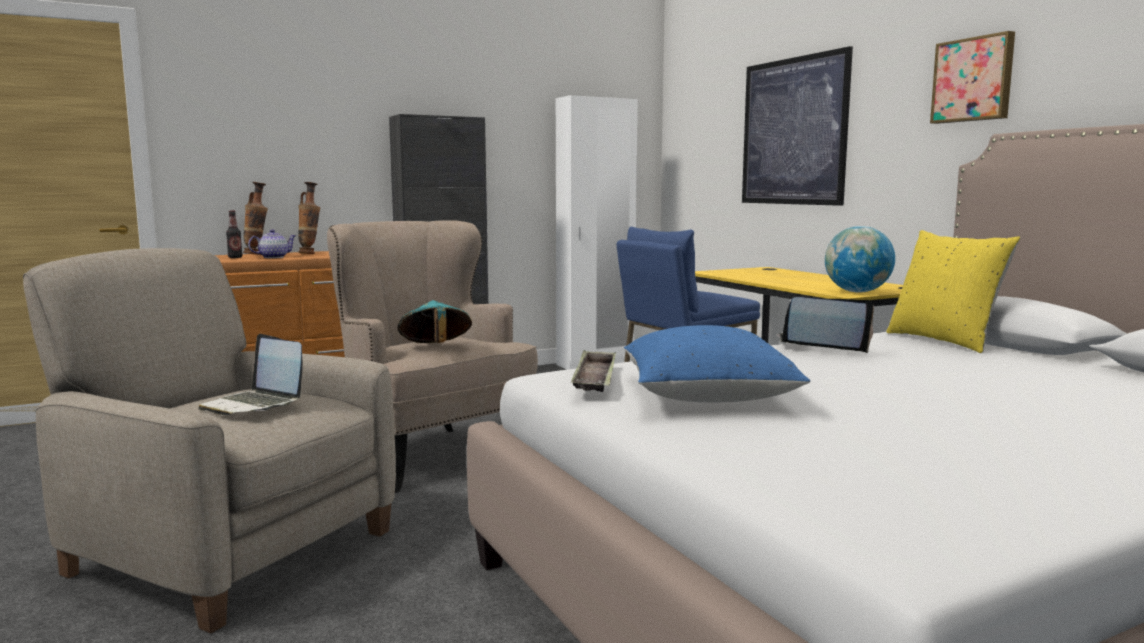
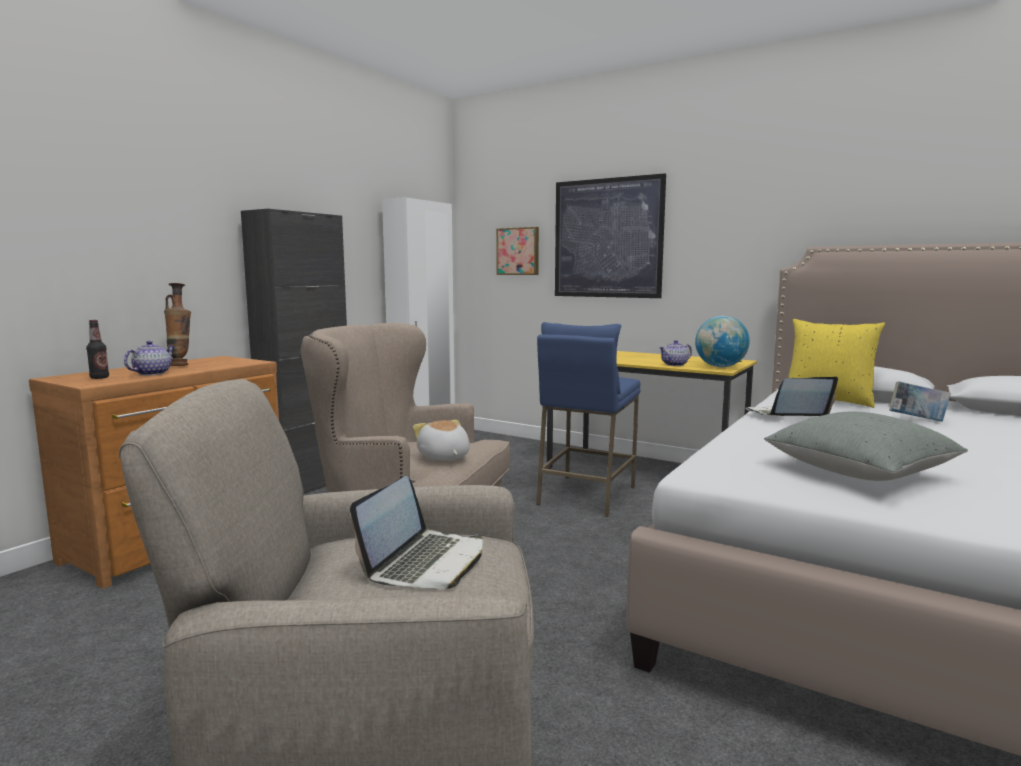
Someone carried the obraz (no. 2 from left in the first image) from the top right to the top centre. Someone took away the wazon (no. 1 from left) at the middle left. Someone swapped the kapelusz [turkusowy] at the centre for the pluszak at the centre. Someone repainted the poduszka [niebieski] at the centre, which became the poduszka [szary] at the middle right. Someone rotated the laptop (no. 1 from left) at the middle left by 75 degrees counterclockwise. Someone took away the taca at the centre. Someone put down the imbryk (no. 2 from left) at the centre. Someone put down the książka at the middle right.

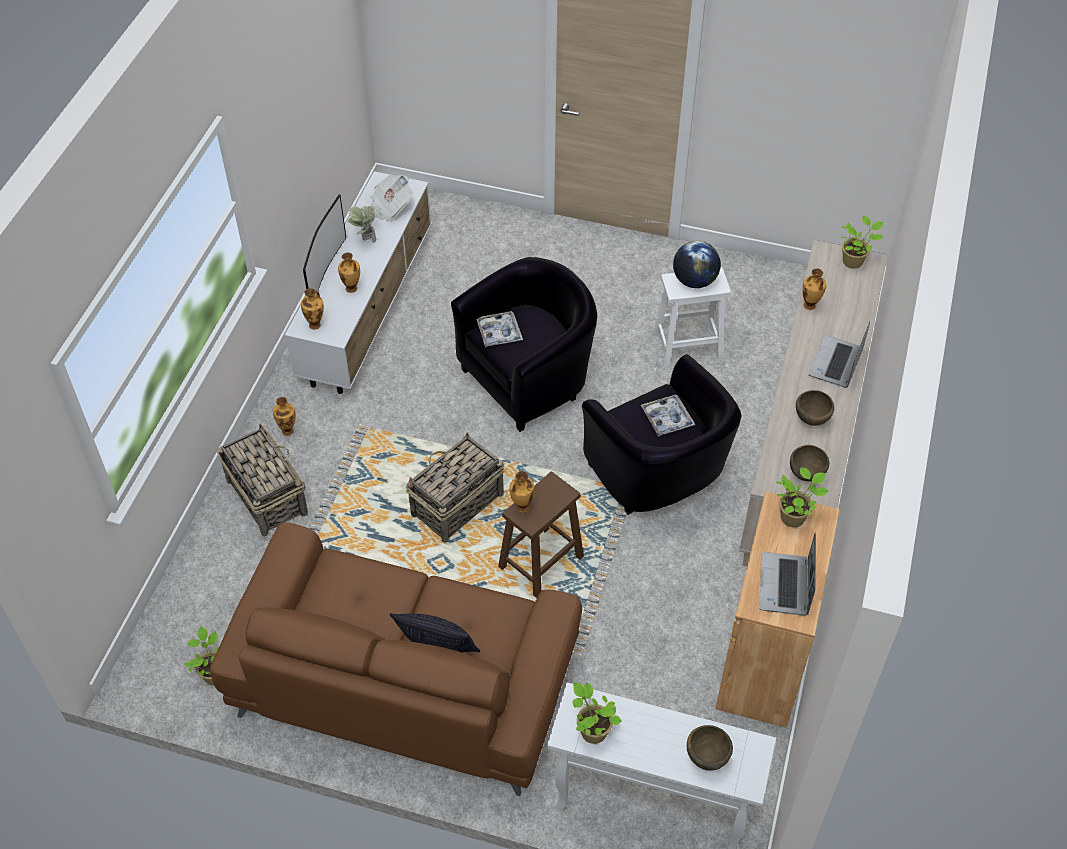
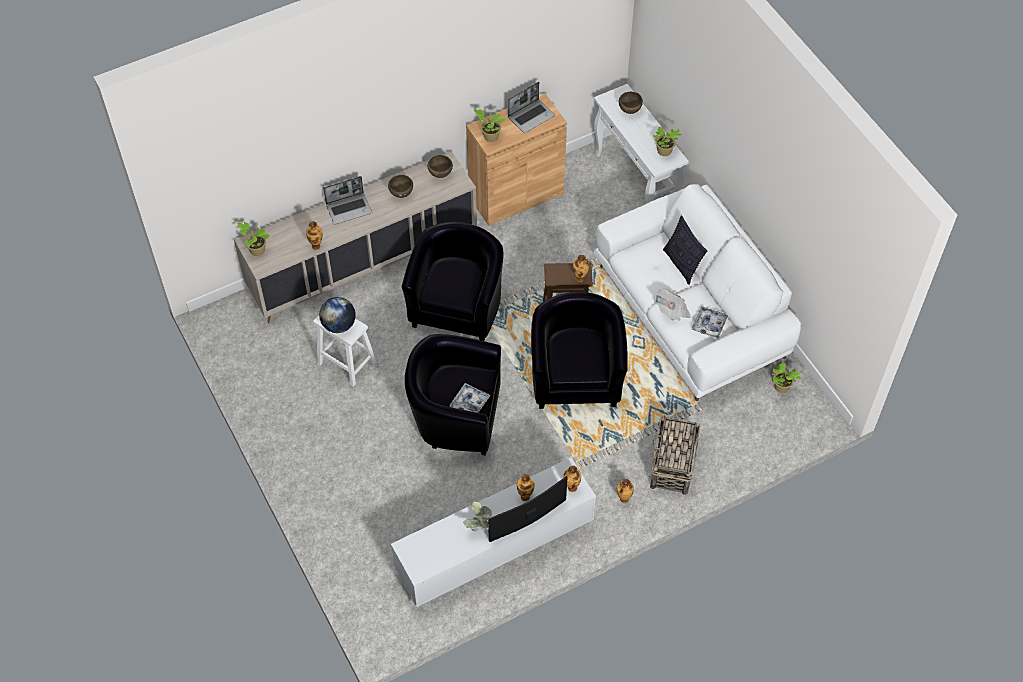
Someone carried the gazeta from the top centre to the centre. Someone carried the taca (no. 2 from left) from the centre to the middle right. Someone swapped the koszyk (no. 2 from left) at the centre for the fotel [czarny] (no. 3 from left) at the centre. Someone repainted the kanapa [brązowy] at the bottom centre, which became the kanapa [biały] at the middle right.

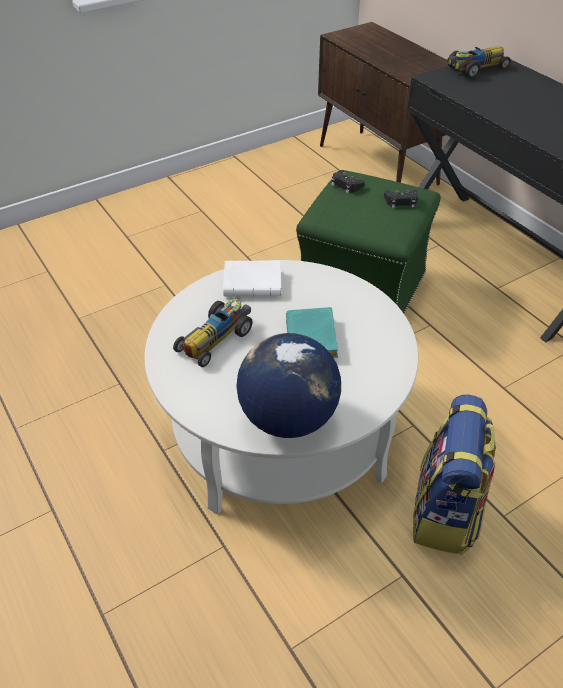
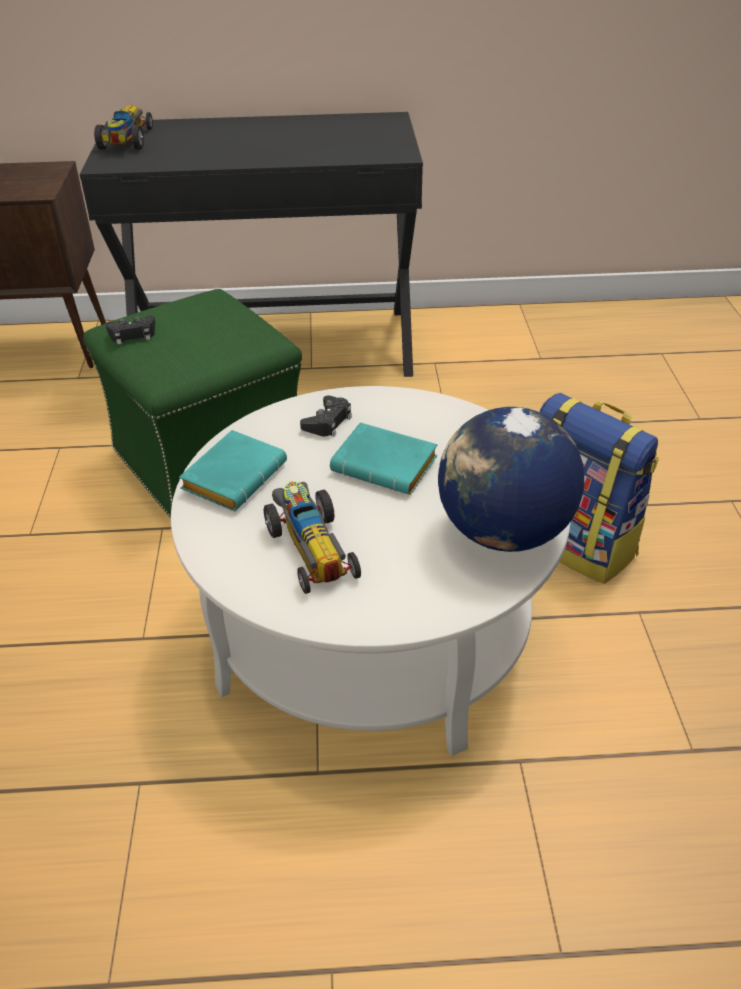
Someone carried the pad do gier [czarny] (no. 2 from left) from the top right to the centre. Someone repainted the książka [biały] at the centre, which became the książka [turkusowy] (no. 1 from left) at the middle left.

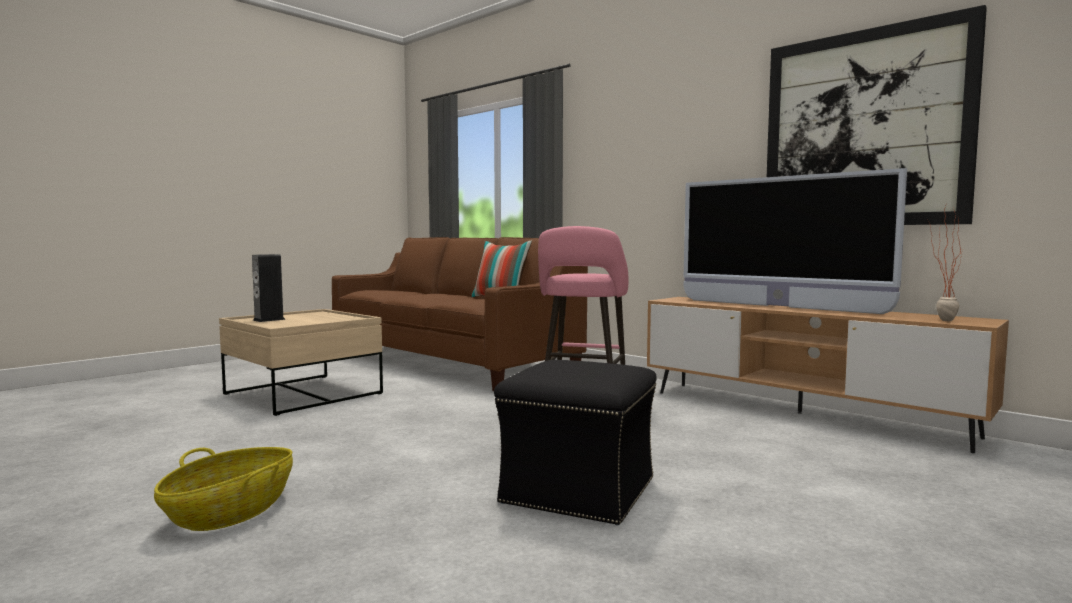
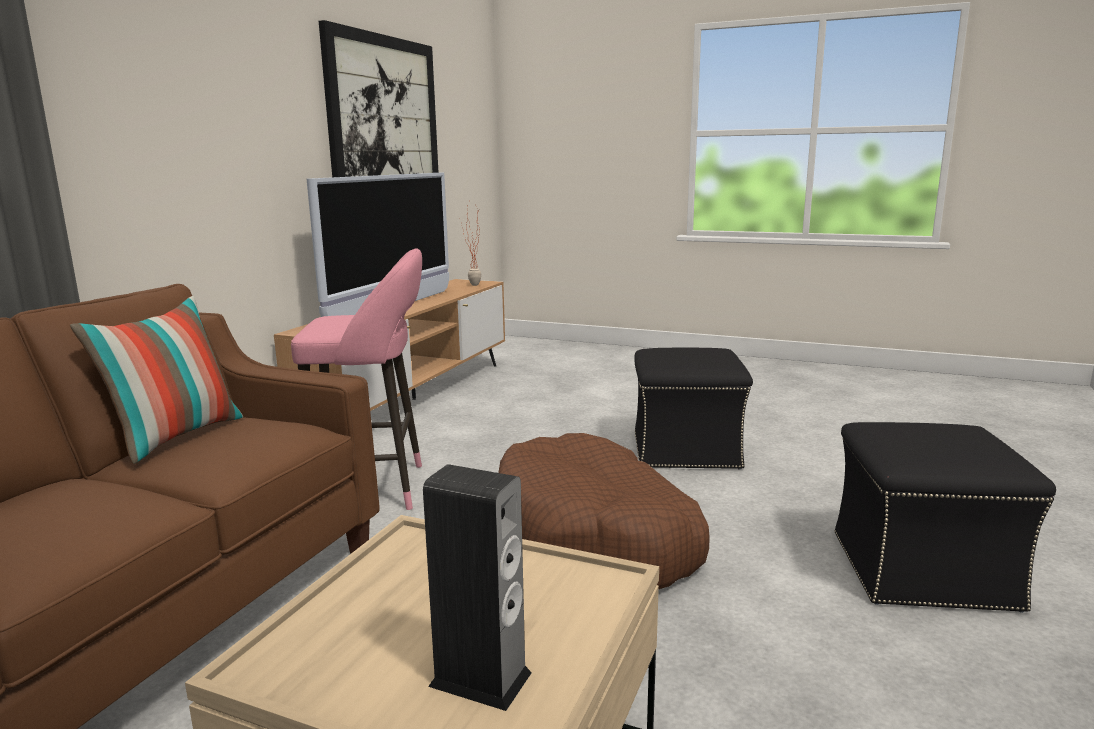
Someone swapped the koszyk at the bottom left for the pufa [czarny] (no. 2 from left) at the bottom right. Someone put down the legowisko [brązowy] at the bottom centre.

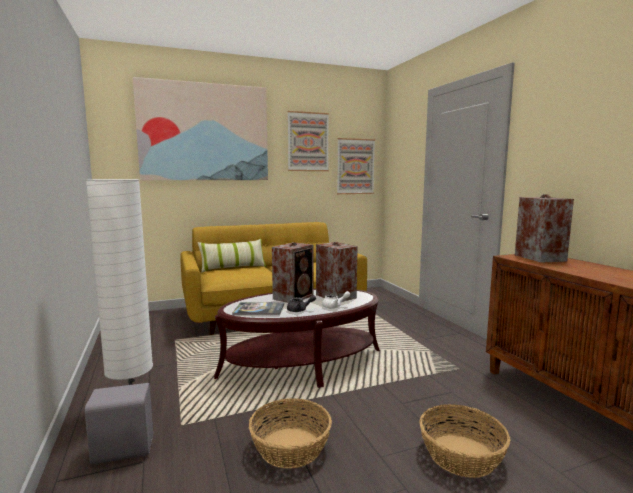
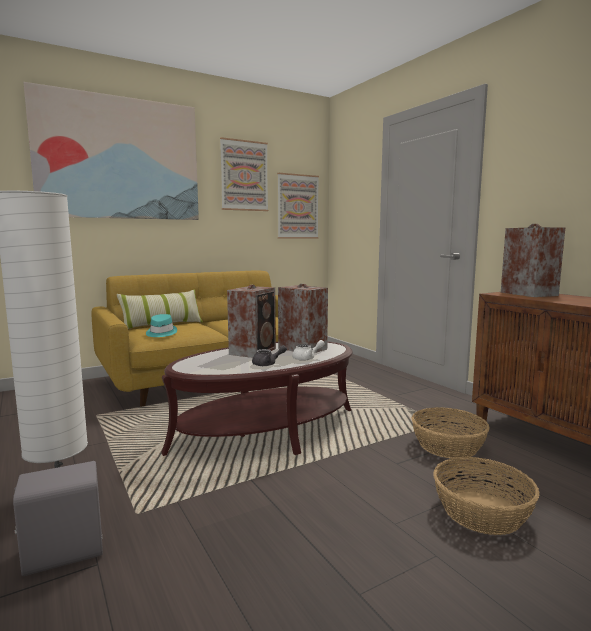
Someone took away the książka at the centre. Someone carried the koszyk (no. 1 from left) from the bottom centre to the bottom right. Someone put down the kapelusz [turkusowy] at the middle left.

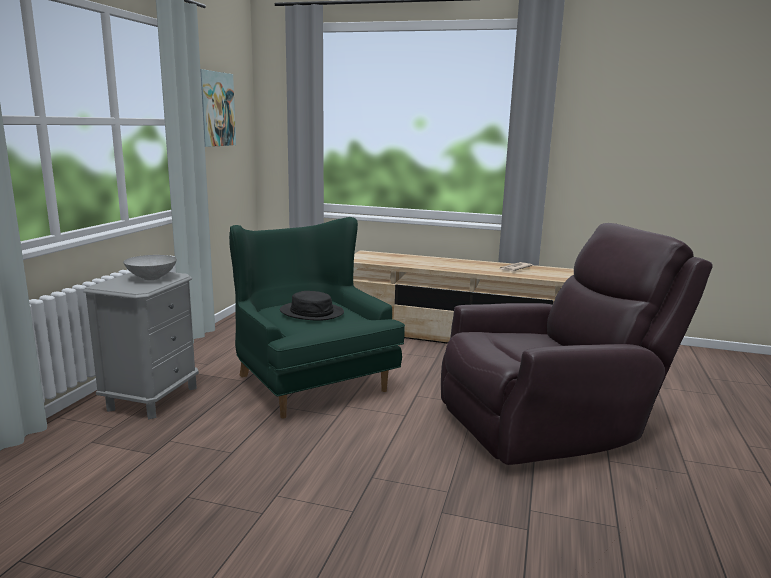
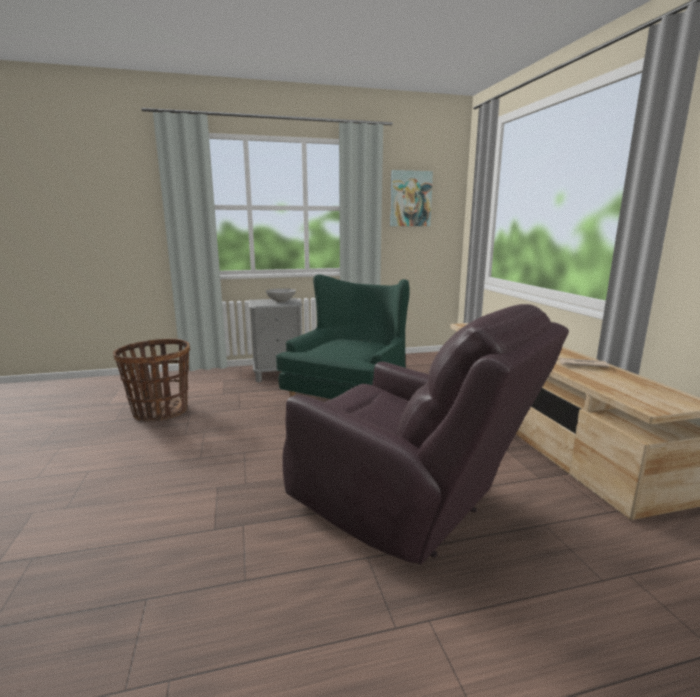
Someone took away the kapelusz [czarny] at the centre. Someone put down the koszyk at the middle left.

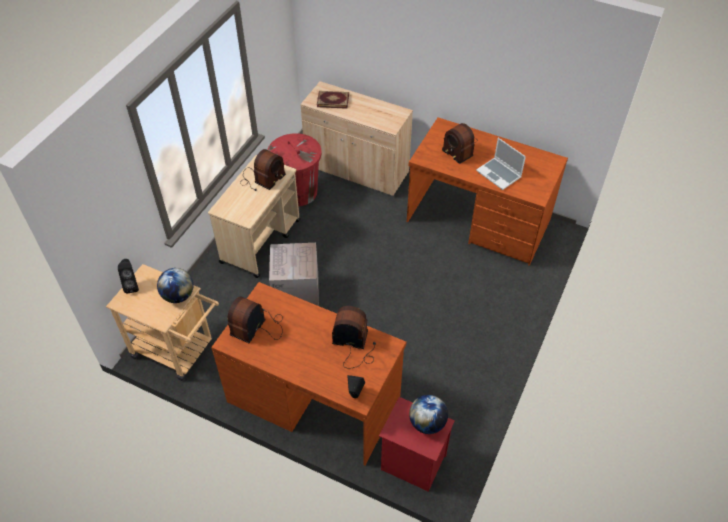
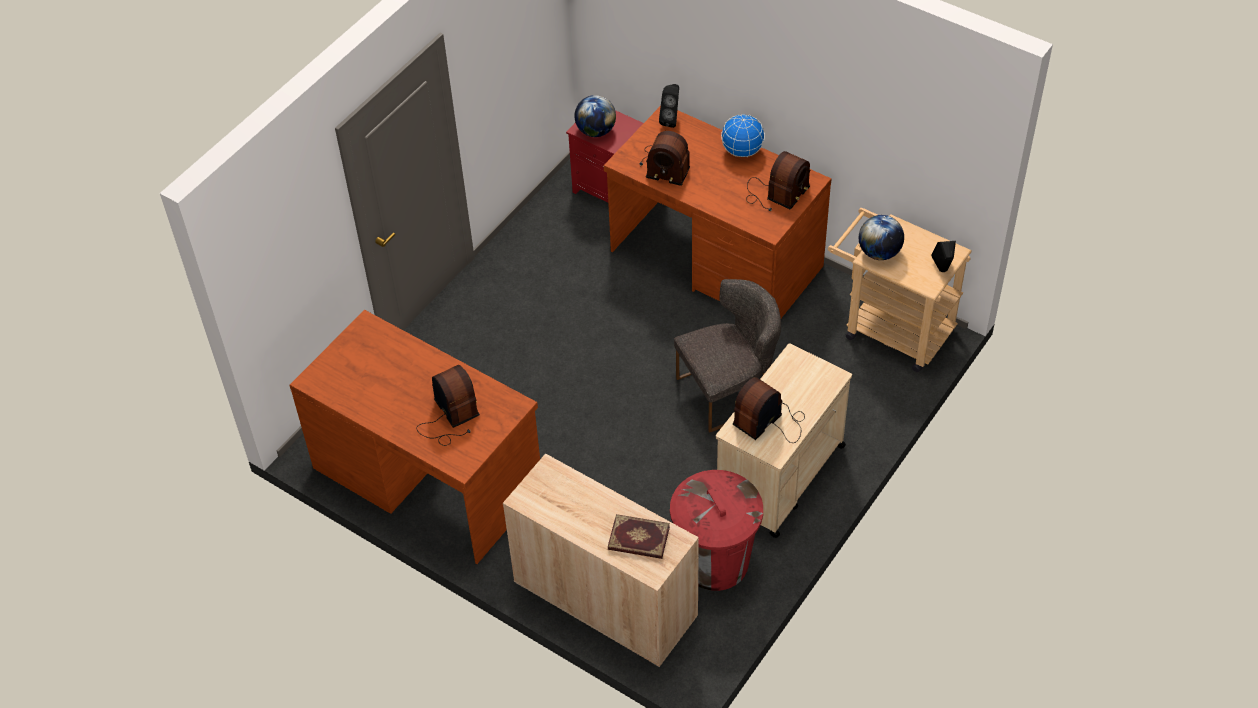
Someone took away the laptop at the top right. Someone swapped the karton at the centre for the krzesło [szary] at the centre. Someone put down the globus (no. 2 from left) at the top centre.

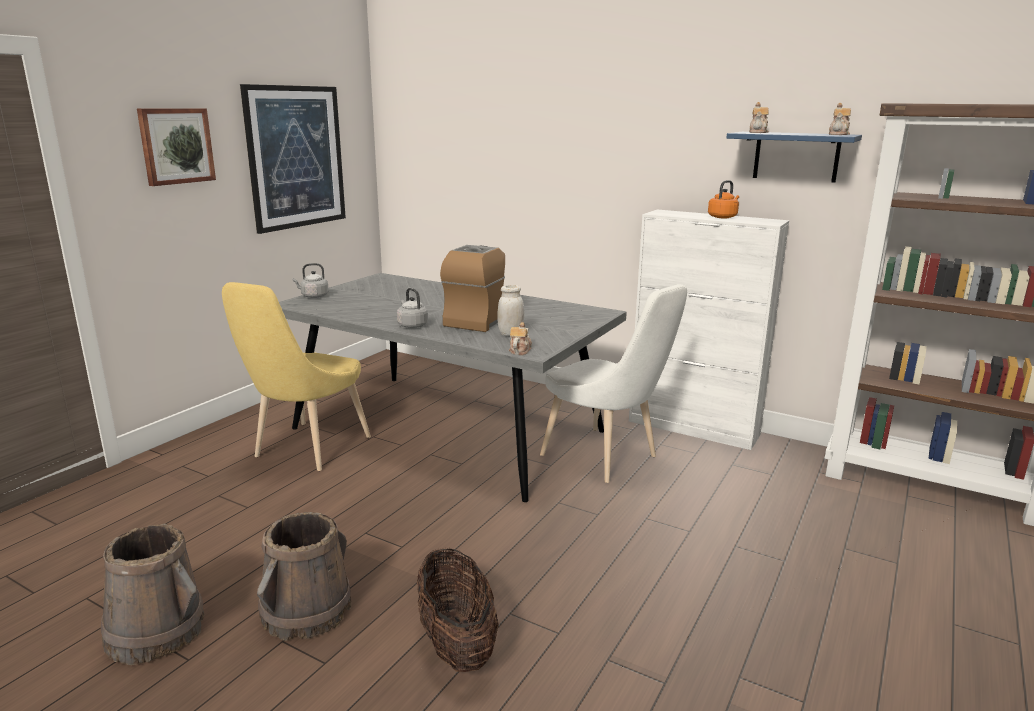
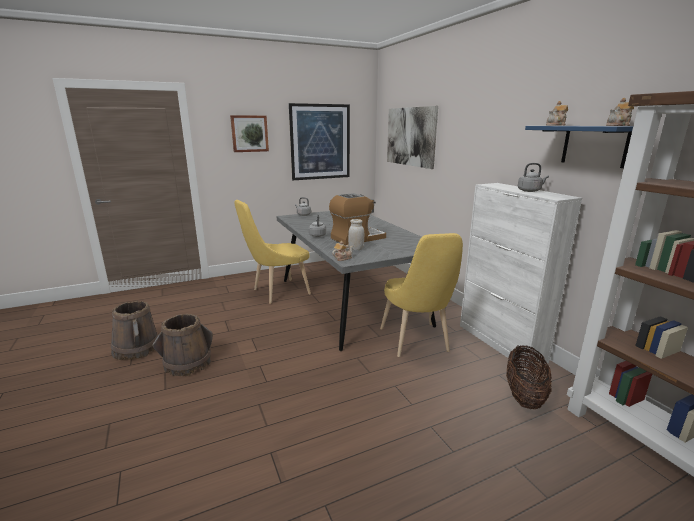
Someone repainted the czajnik [pomarańczowy] at the top right, which became the czajnik [szary] (no. 3 from left) at the middle right. Someone repainted the krzesło [biały] at the centre, which became the krzesło [żółty] (no. 2 from left) at the centre. Someone carried the koszyk from the bottom centre to the bottom right. Someone put up the obraz (no. 3 from left) at the top centre.

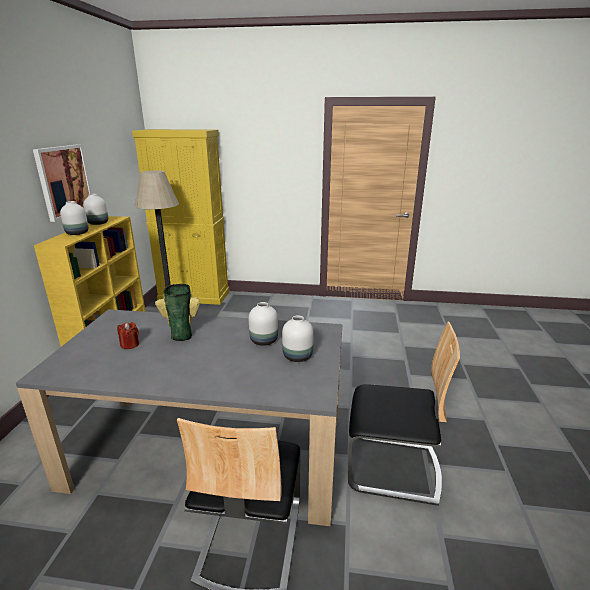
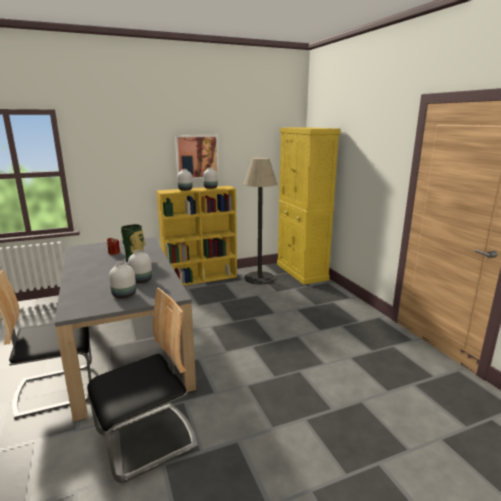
Someone rotated the krzesło (no. 2 from left) at the bottom right by 105 degrees counterclockwise.

